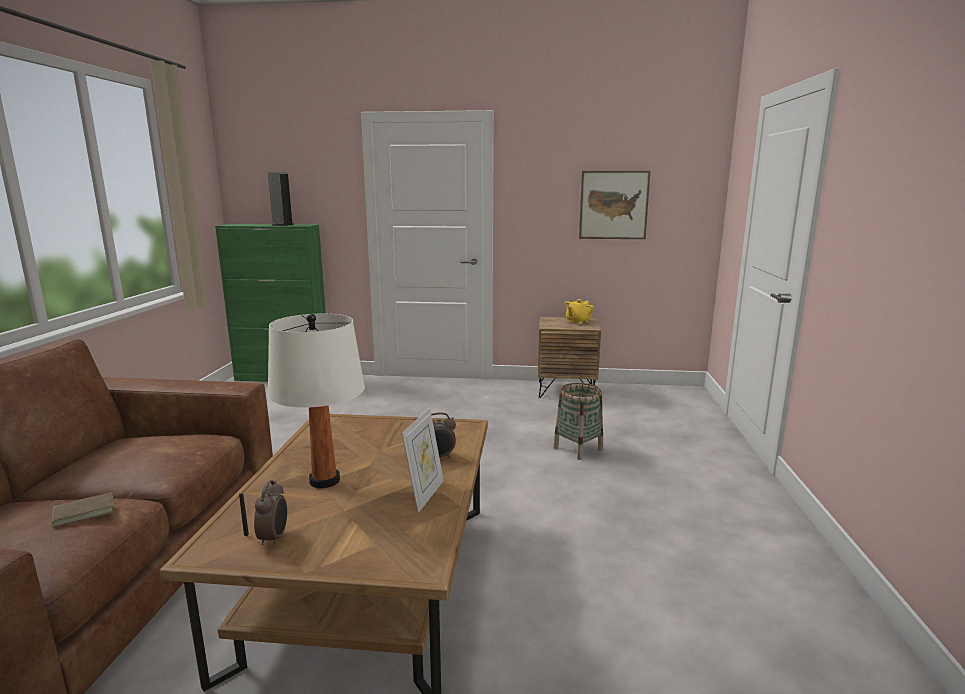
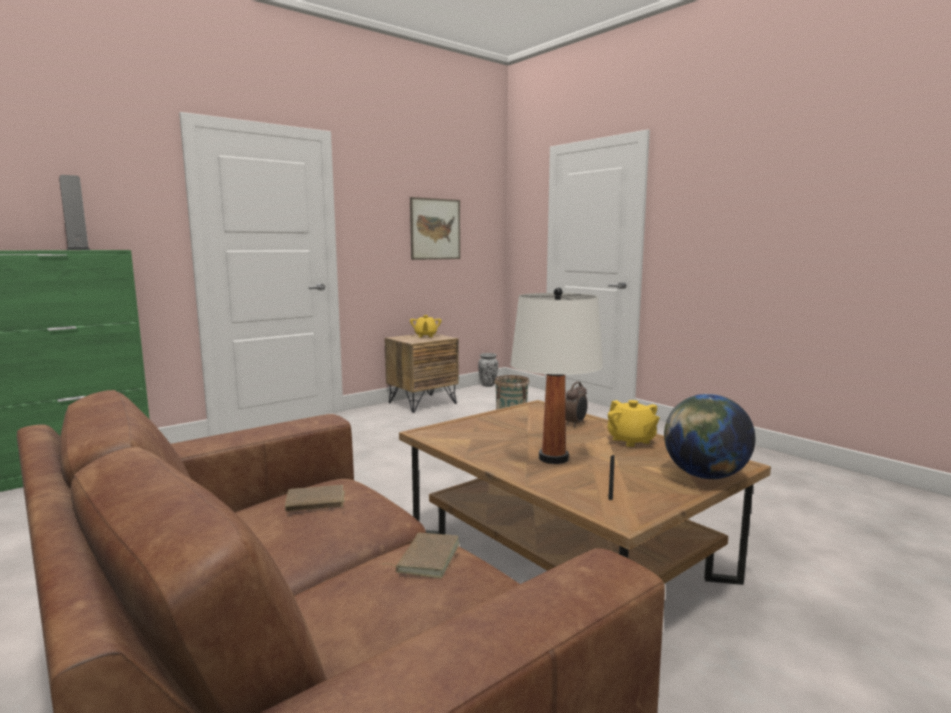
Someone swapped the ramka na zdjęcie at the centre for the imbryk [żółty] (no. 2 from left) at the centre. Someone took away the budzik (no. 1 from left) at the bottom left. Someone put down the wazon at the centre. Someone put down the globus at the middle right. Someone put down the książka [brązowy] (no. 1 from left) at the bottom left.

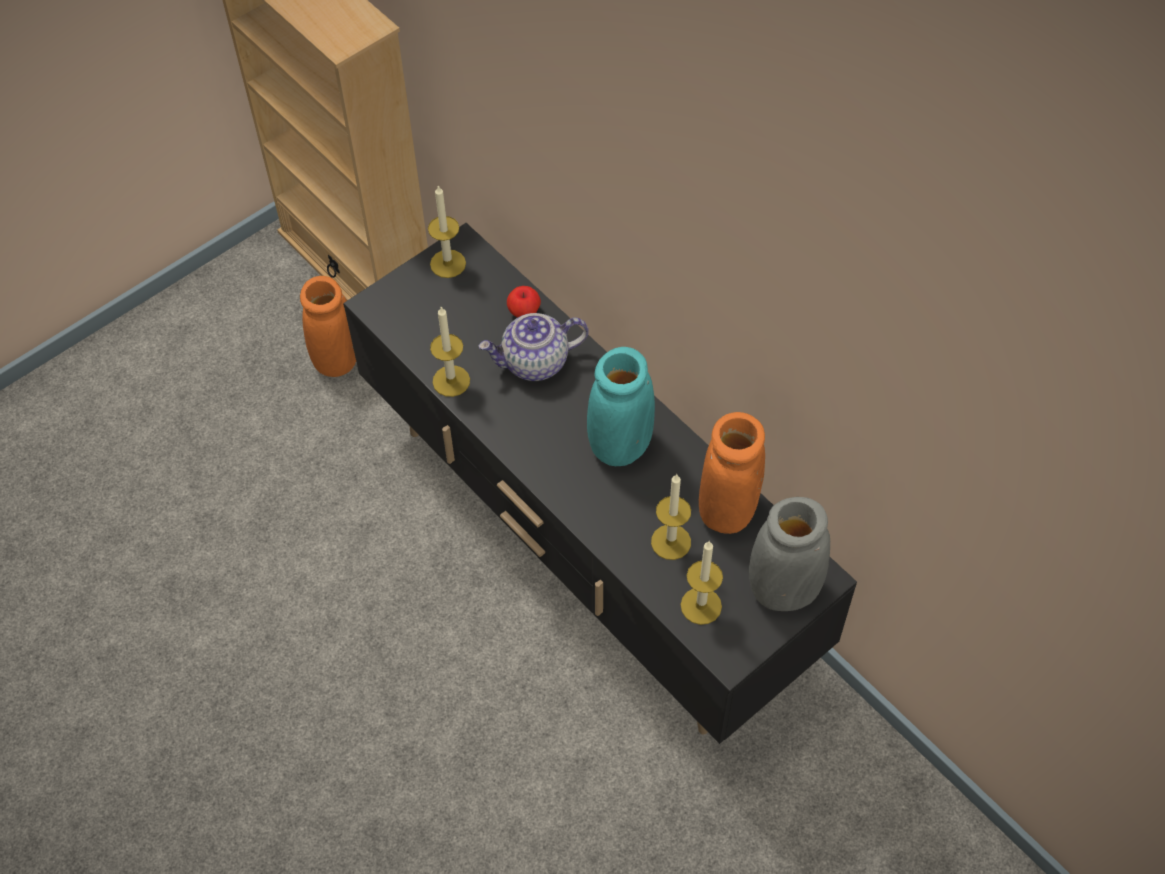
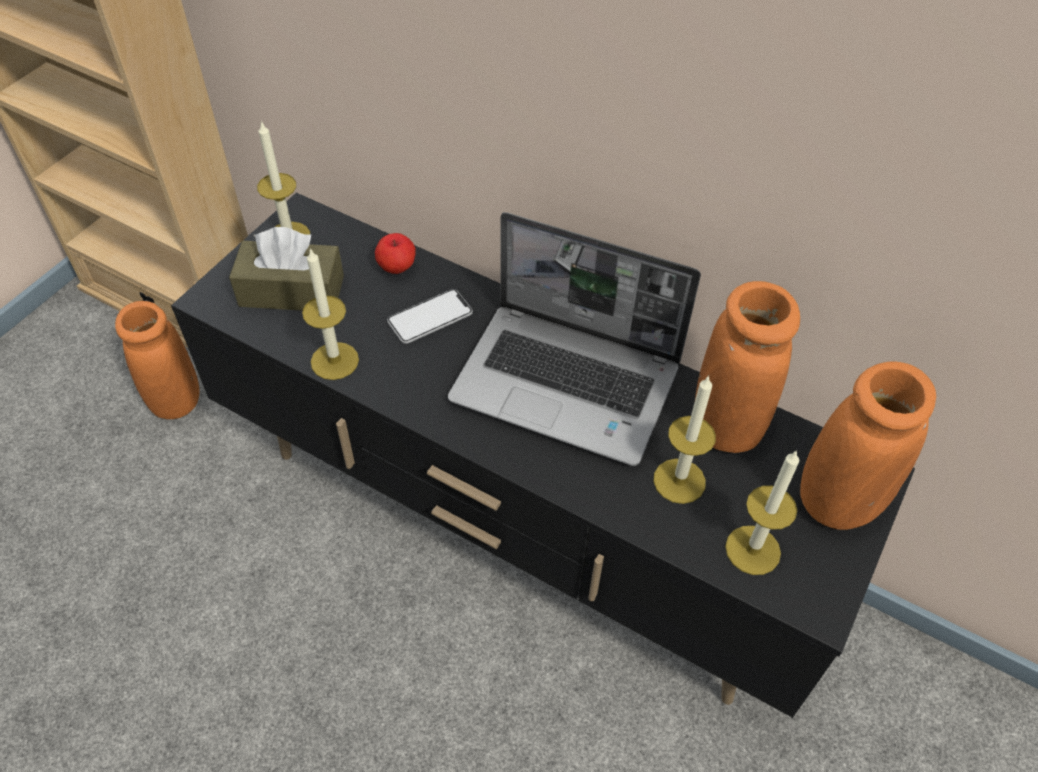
Someone swapped the imbryk at the centre for the telefon at the centre. Someone swapped the wazon [turkusowy] at the centre for the laptop at the centre. Someone repainted the wazon [szary] at the middle right, which became the wazon [pomarańczowy] (no. 3 from left) at the middle right. Someone put down the pudełko chusteczek [brązowy] at the middle left.

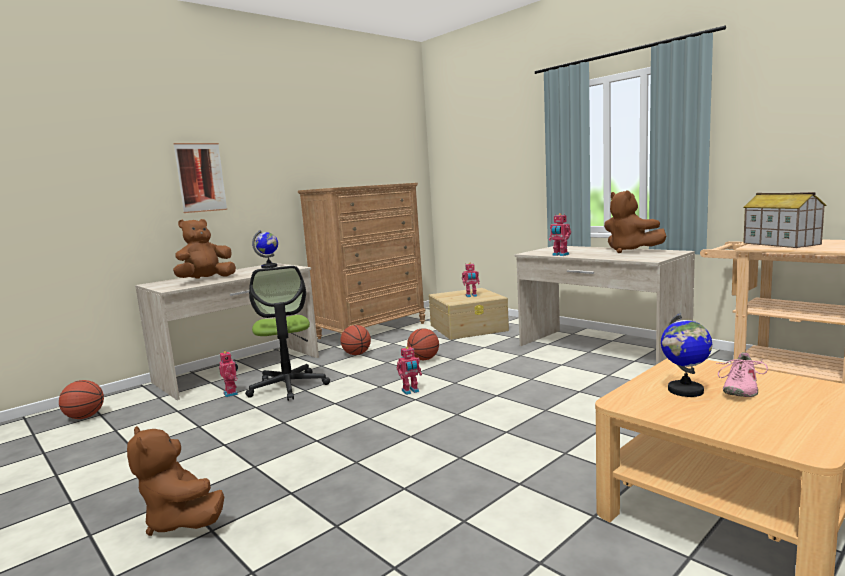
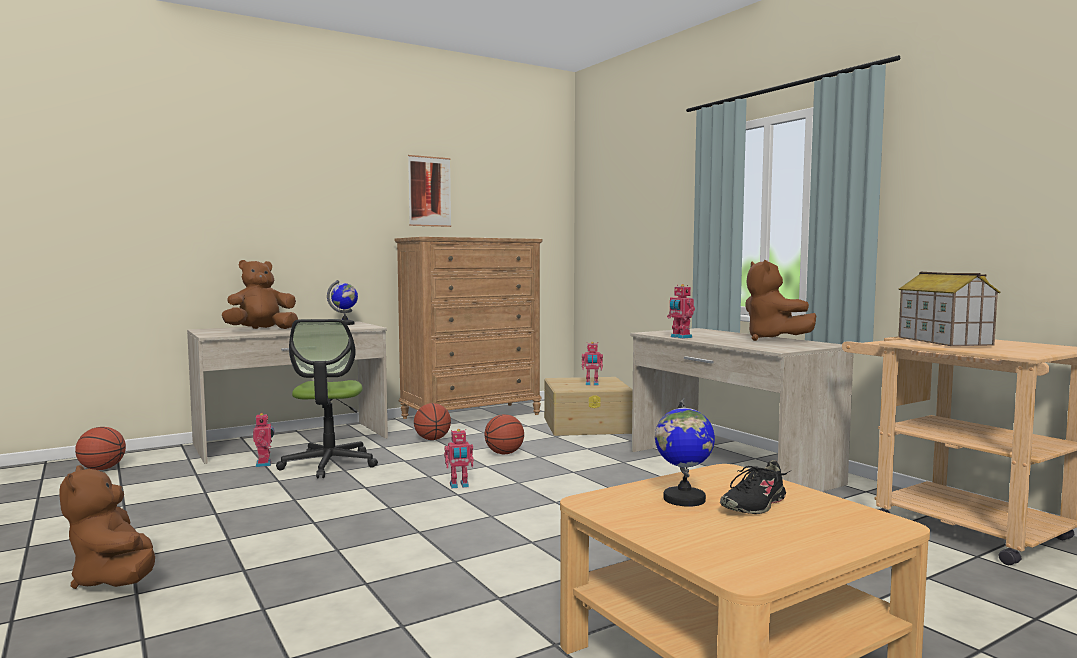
Someone carried the obraz from the top left to the top centre. Someone repainted the but [różowy] at the middle right, which became the but [czarny] at the bottom right.

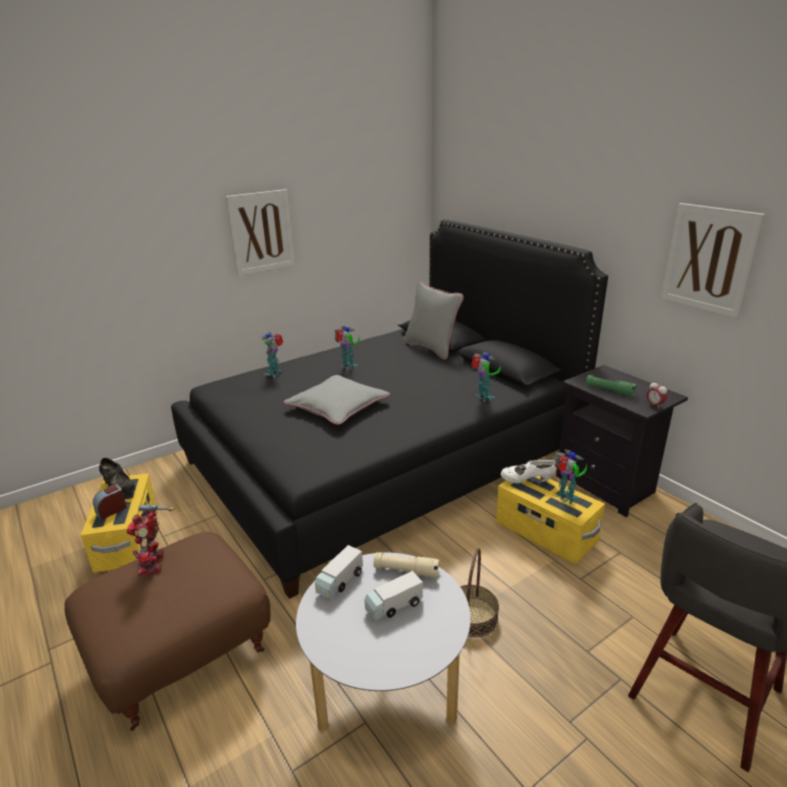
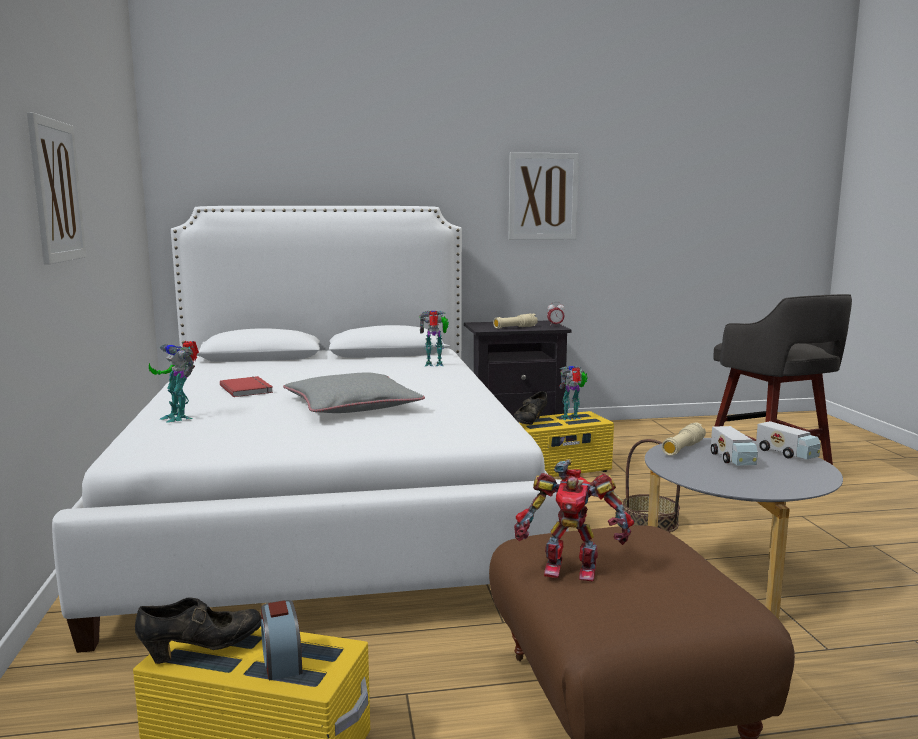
Someone repainted the łóżko [czarny] at the centre, which became the łóżko [biały] at the centre. Someone took away the poduszka [szary] (no. 2 from left) at the centre. Someone swapped the robot zabawkowy (no. 3 from left) at the centre for the książka [czerwony] at the middle left. Someone repainted the latarka [zielony] at the middle right, which became the latarka [beżowy] (no. 1 from left) at the centre. Someone repainted the but [biały] at the middle right, which became the but [czarny] (no. 2 from left) at the centre. Someone carried the ciężarówka zabawkowa (no. 1 from left in the first image) from the bottom centre to the middle right.

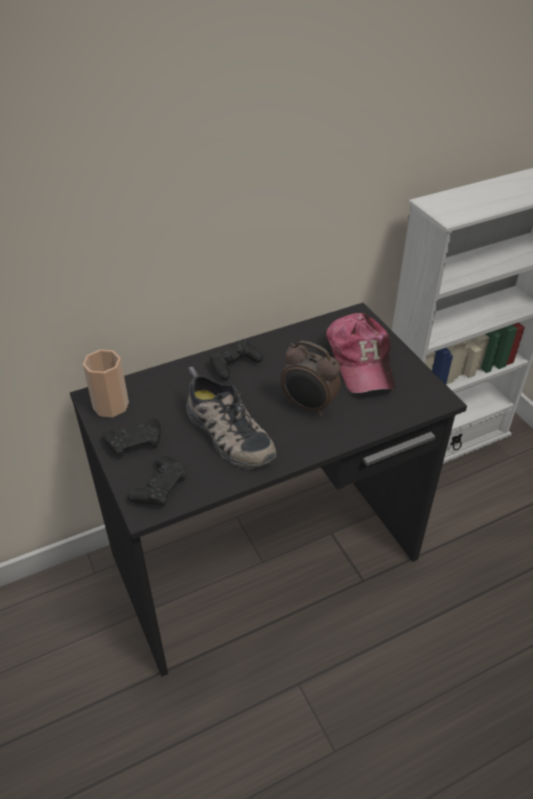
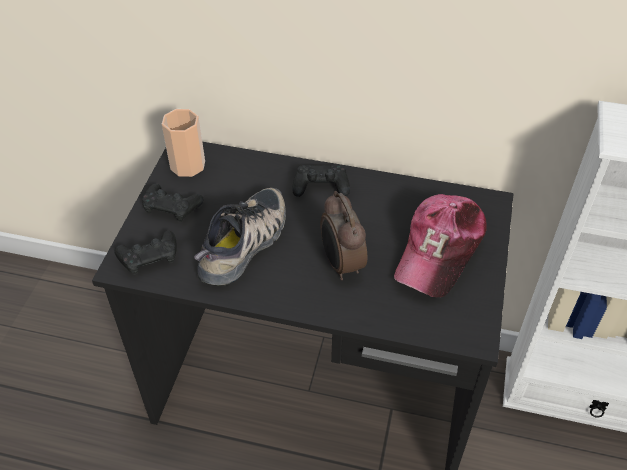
Someone rotated the but at the centre by 150 degrees counterclockwise.

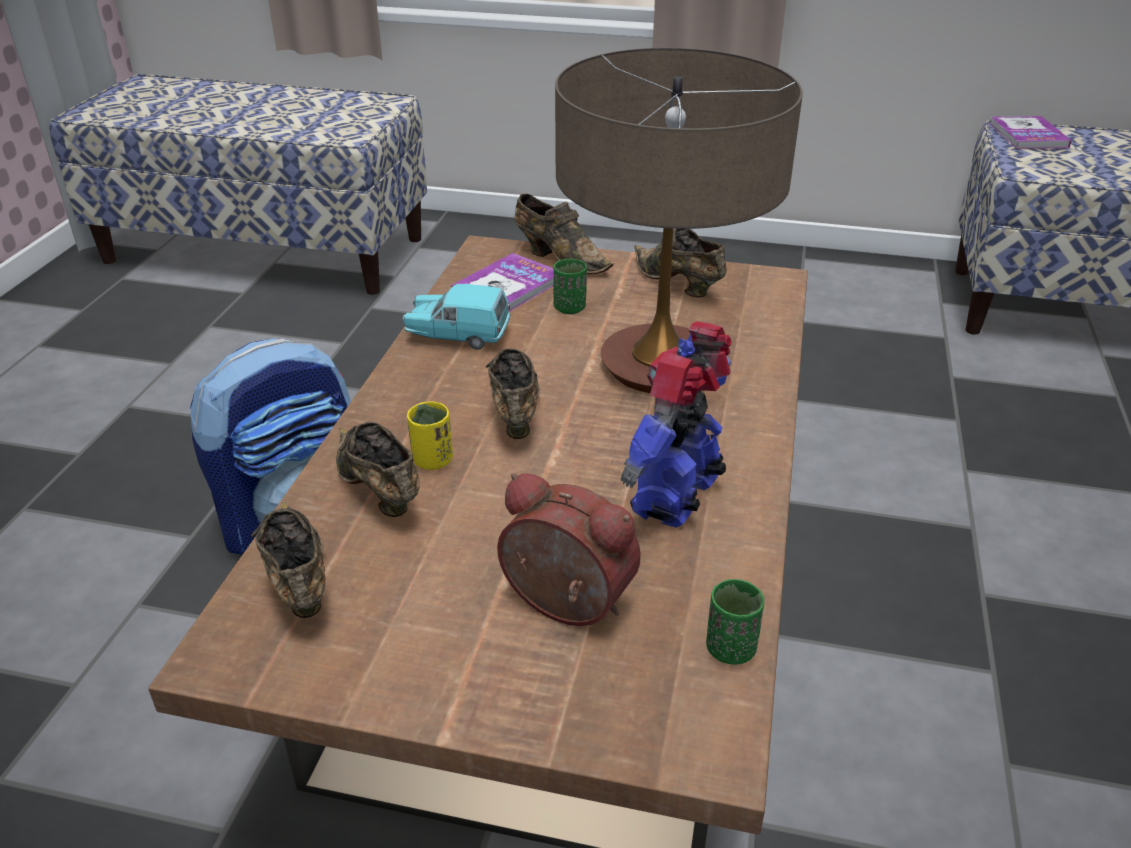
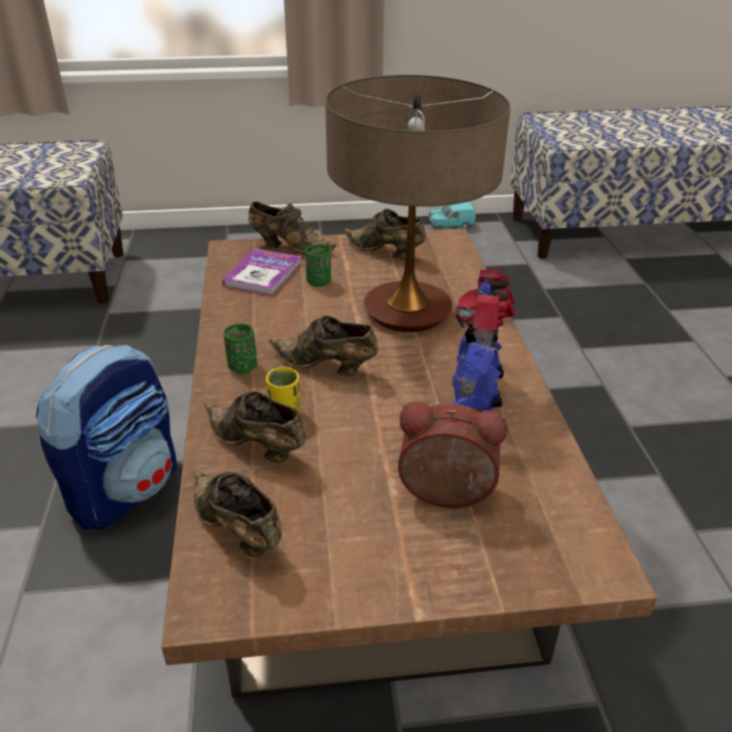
Someone took away the książka (no. 2 from left) at the top right. Someone carried the samochodzik [turkusowy] from the centre to the top centre. Someone rotated the but [brązowy] (no. 3 from left in the first image) at the centre by 45 degrees counterclockwise. Someone carried the filiżanka [zielony] (no. 2 from left in the first image) from the bottom centre to the middle left.

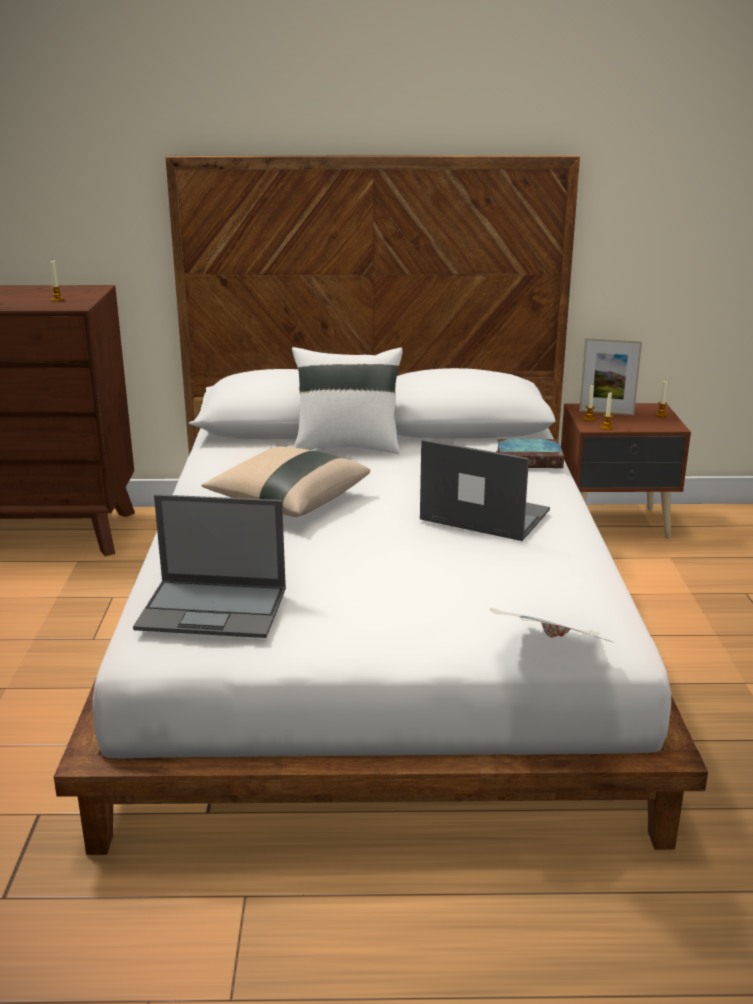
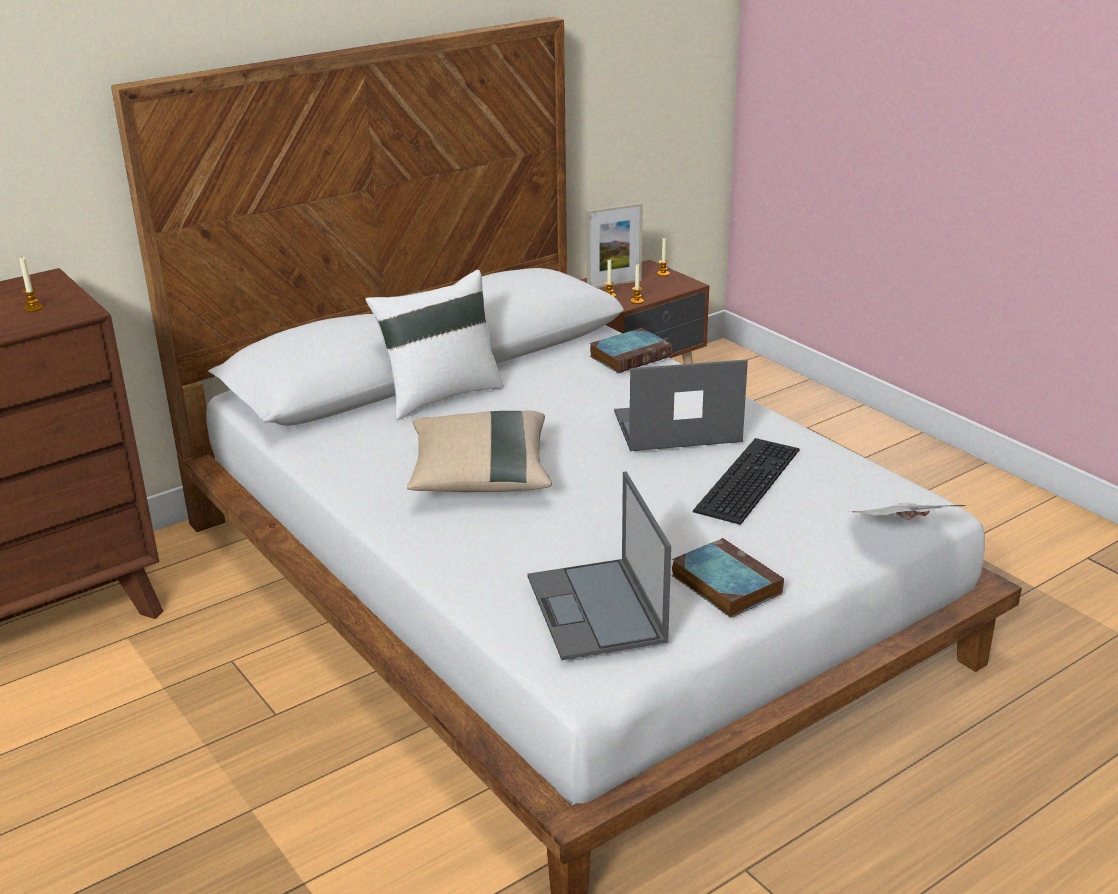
Someone rotated the laptop (no. 1 from left) at the middle left by 105 degrees clockwise. Someone put down the klawiatura at the middle right. Someone put down the książka (no. 2 from left) at the centre.

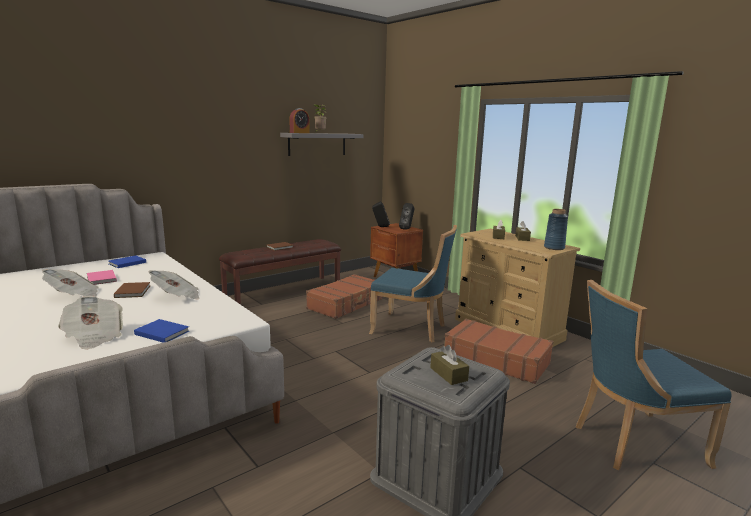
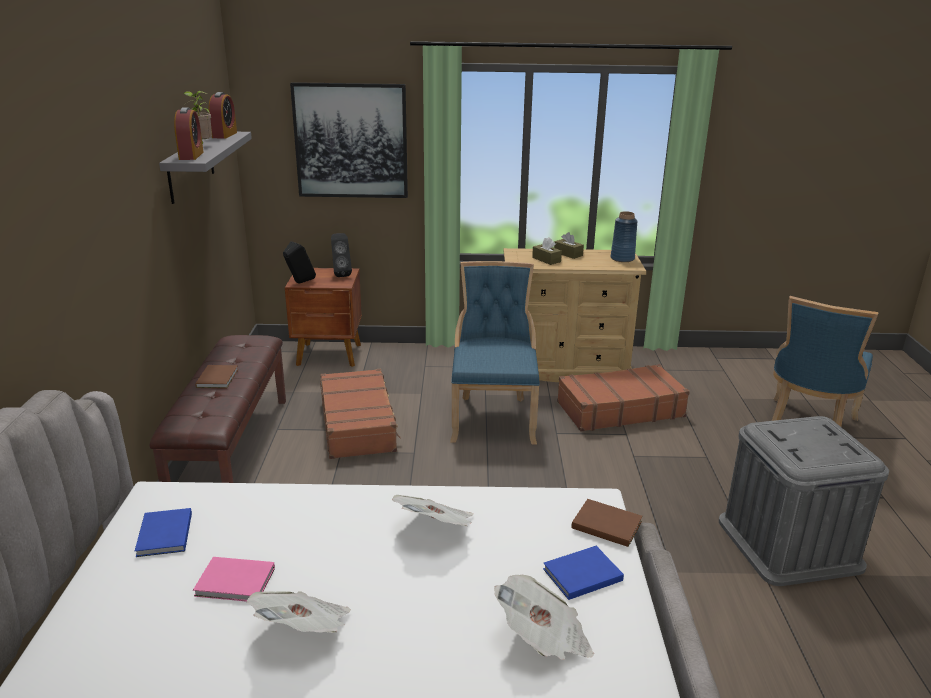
Someone rotated the krzesło [niebieski] (no. 1 from left) at the centre by 60 degrees counterclockwise. Someone carried the książka [brązowy] (no. 1 from left in the first image) from the middle left to the bottom centre. Someone took away the pudełko chusteczek [brązowy] (no. 1 from left) at the bottom centre. Someone put up the obraz at the top centre. Someone put down the budzik (no. 2 from left) at the top left.

